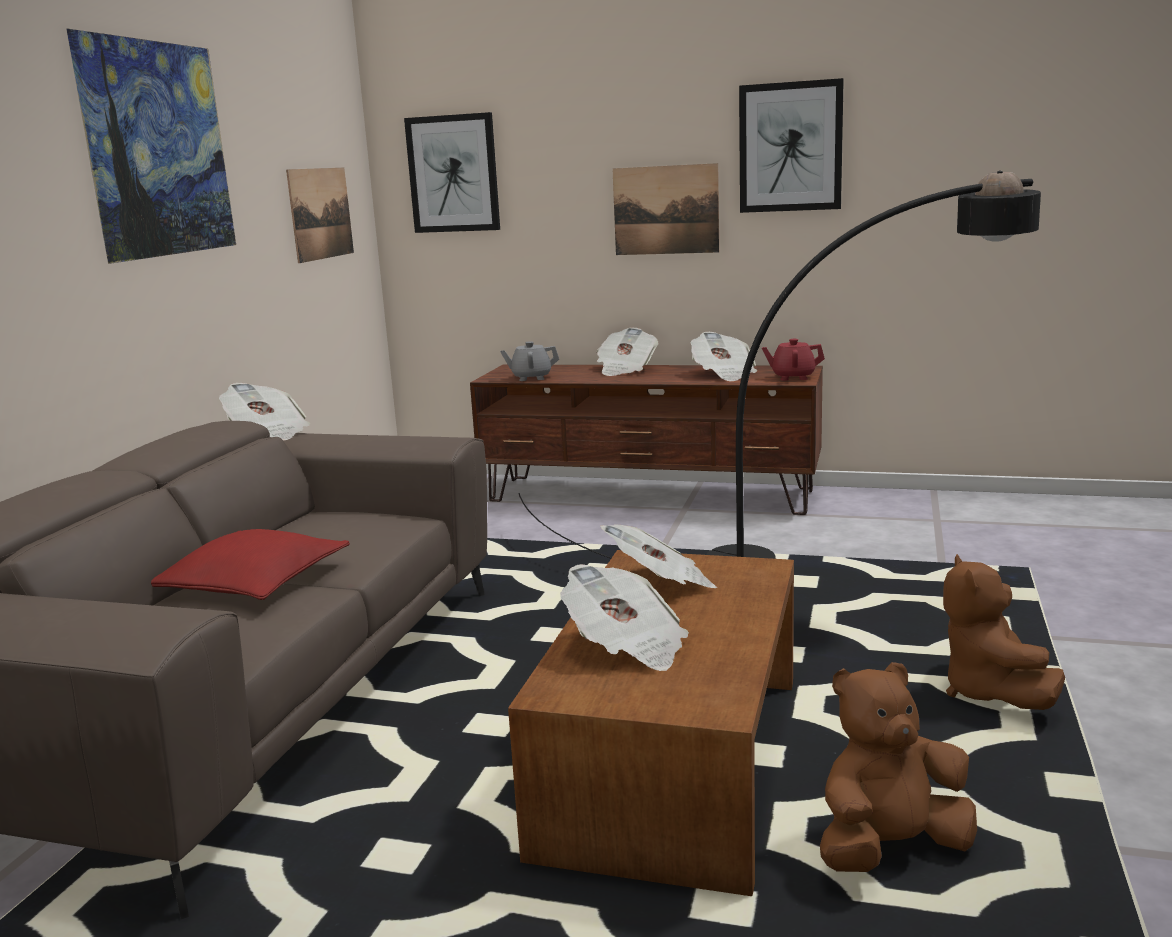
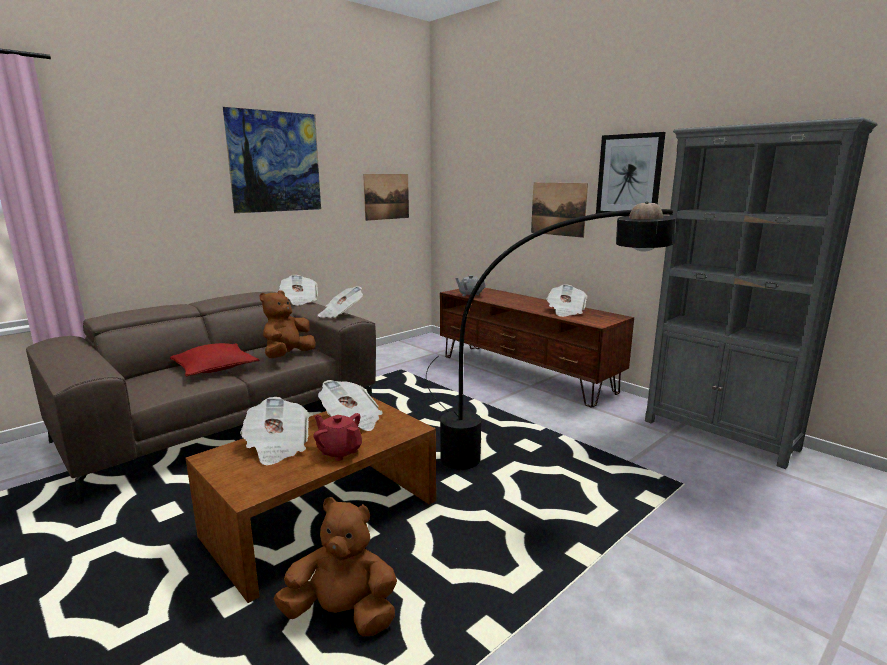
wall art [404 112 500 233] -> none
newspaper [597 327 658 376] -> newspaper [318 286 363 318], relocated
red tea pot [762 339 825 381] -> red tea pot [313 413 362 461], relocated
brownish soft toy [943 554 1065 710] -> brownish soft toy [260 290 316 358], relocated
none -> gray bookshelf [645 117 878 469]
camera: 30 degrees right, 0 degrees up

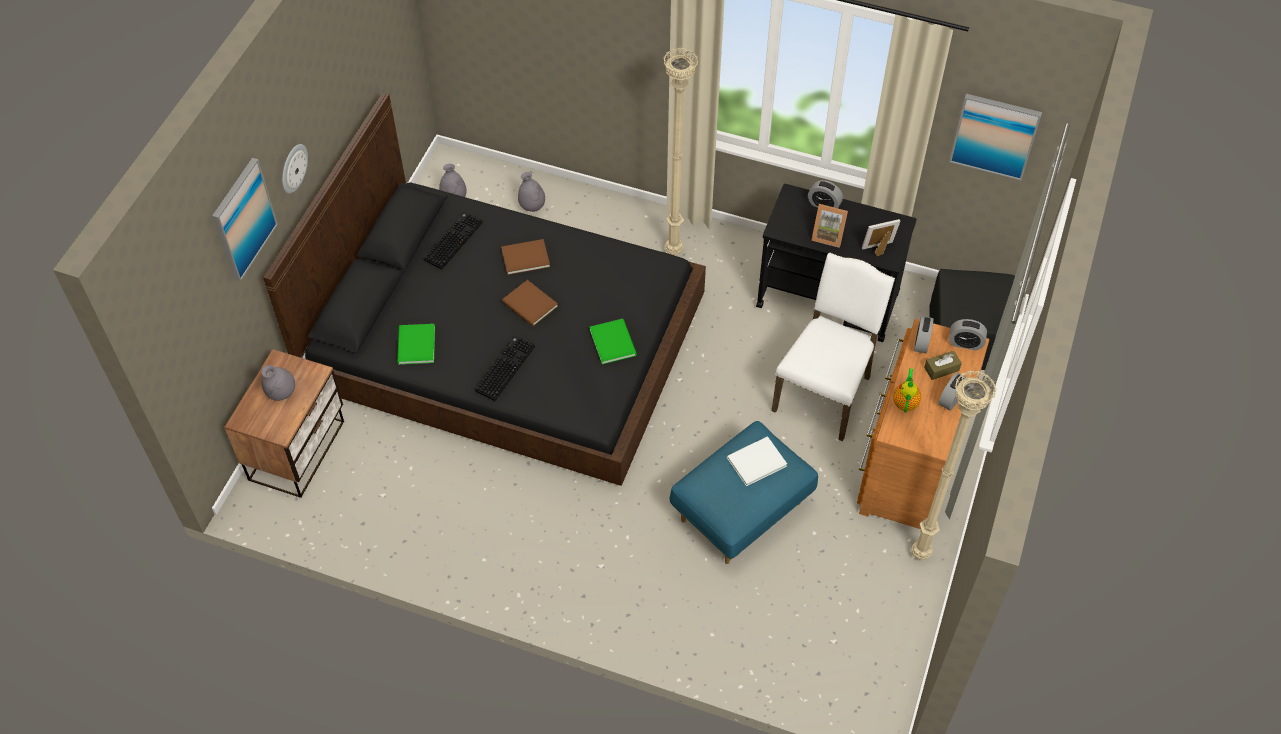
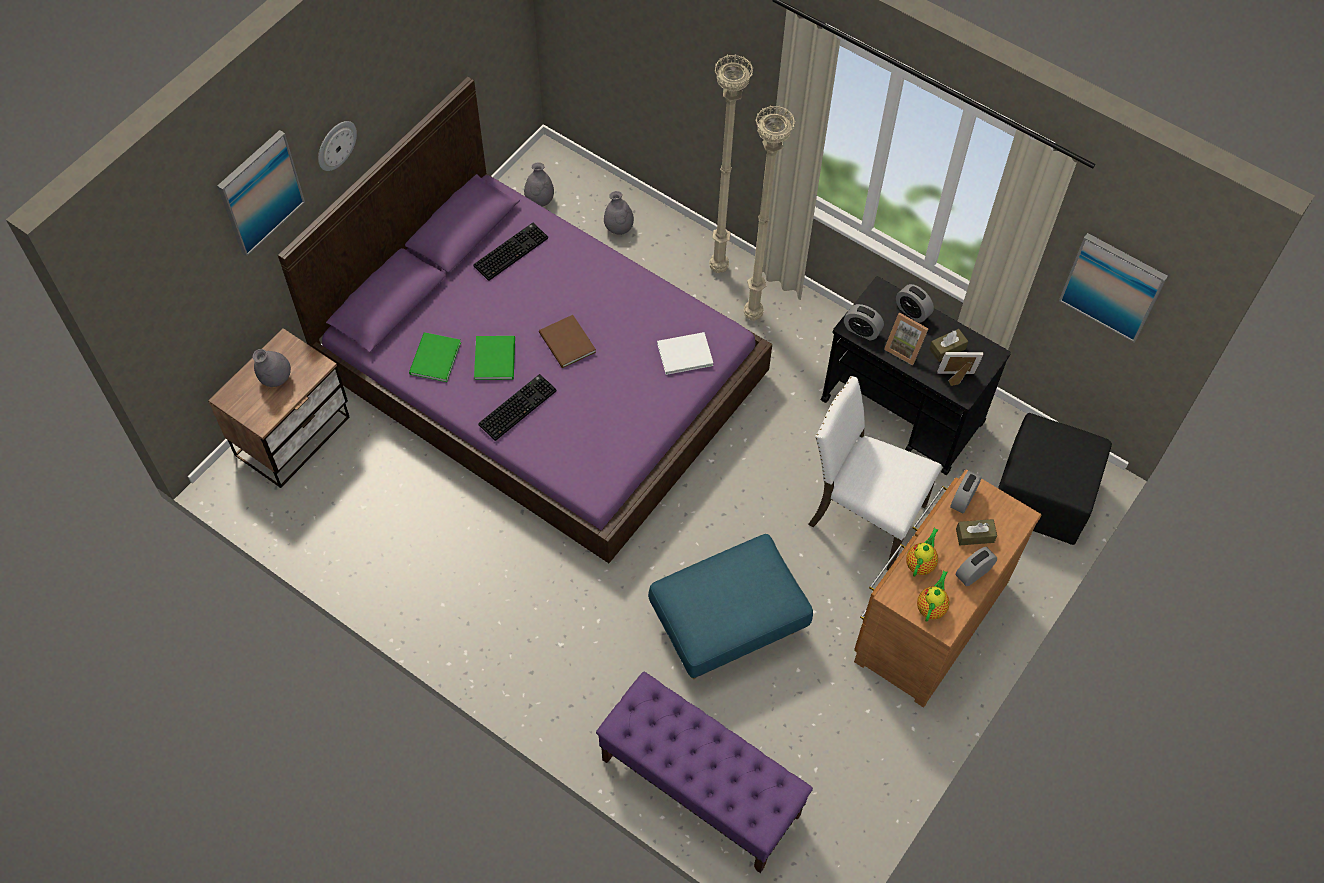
black-coloured bedroom bed [263 93 706 486] -> purplish bedroom bed [278 77 772 563]
brownish book [501 239 550 275] -> none
white-coloured upright chair [772 252 895 441] -> white-coloured upright chair [808 376 942 571], 105 degrees counterclockwise
greenish book [590 319 637 364] -> greenish book [474 336 515 380], relocated
table clock [949 319 987 351] -> table clock [844 304 884 340], relocated
sand-coloured standard lamp [911 370 997 561] -> sand-coloured standard lamp [709 54 753 273], relocated
white-coloured book [727 436 787 486] -> white-coloured book [657 332 713 375], relocated
none -> brownish tissue box [929 329 968 362]
none -> tea pot [917 570 950 622]
none -> purplish bench [596 671 813 873]
camera: 15 degrees right, 5 degrees up

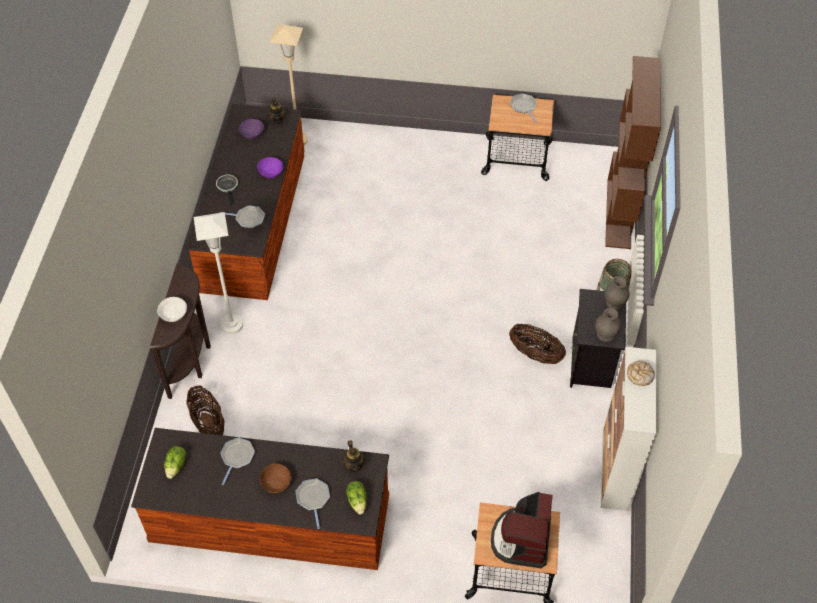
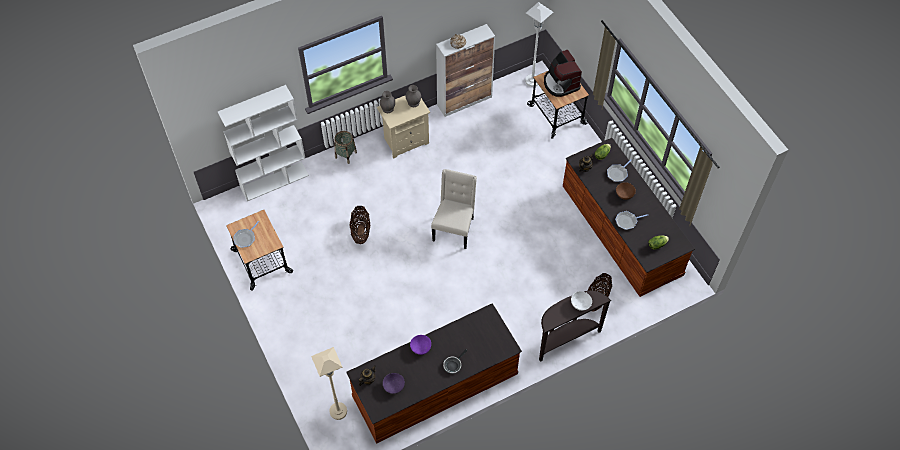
brownish bookshelf [605 56 661 249] -> white-coloured bookshelf [218 85 309 201]
frying pan [219 205 265 228] -> none
white-coloured standard lamp [194 212 243 334] -> white-coloured standard lamp [525 2 553 87], relocated
black-coloured night table [570 289 626 388] -> sand-coloured night table [377 95 430 159]
basket [509 324 566 364] -> basket [349 206 370 244], relocated
coffee brewer [491 492 553 568] -> coffee brewer [544 50 582 97], 90 degrees clockwise
none -> sand-coloured upright chair [431 169 477 249]
camera: 125 degrees left, 5 degrees up

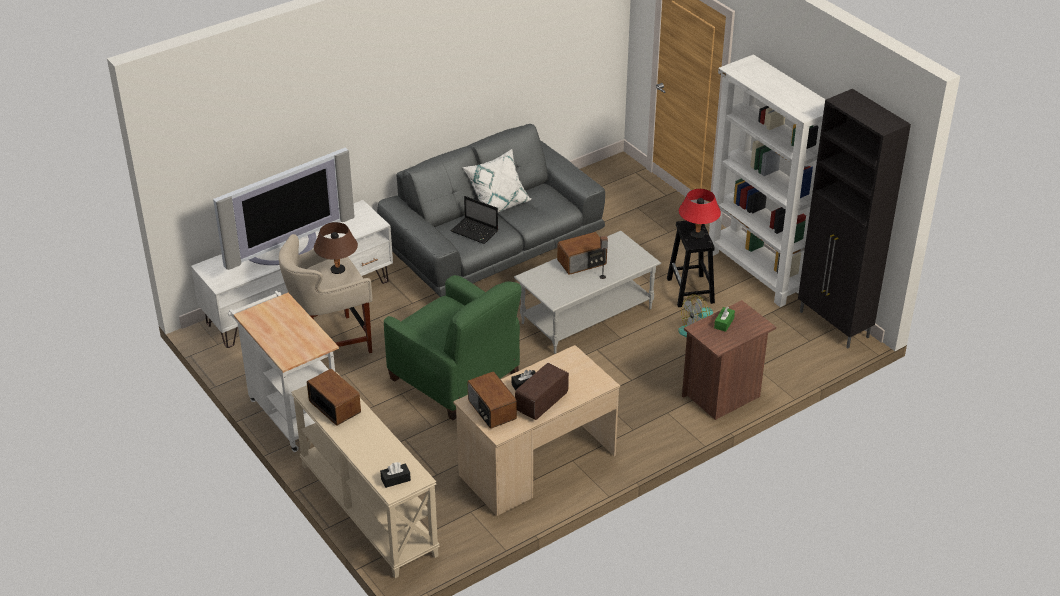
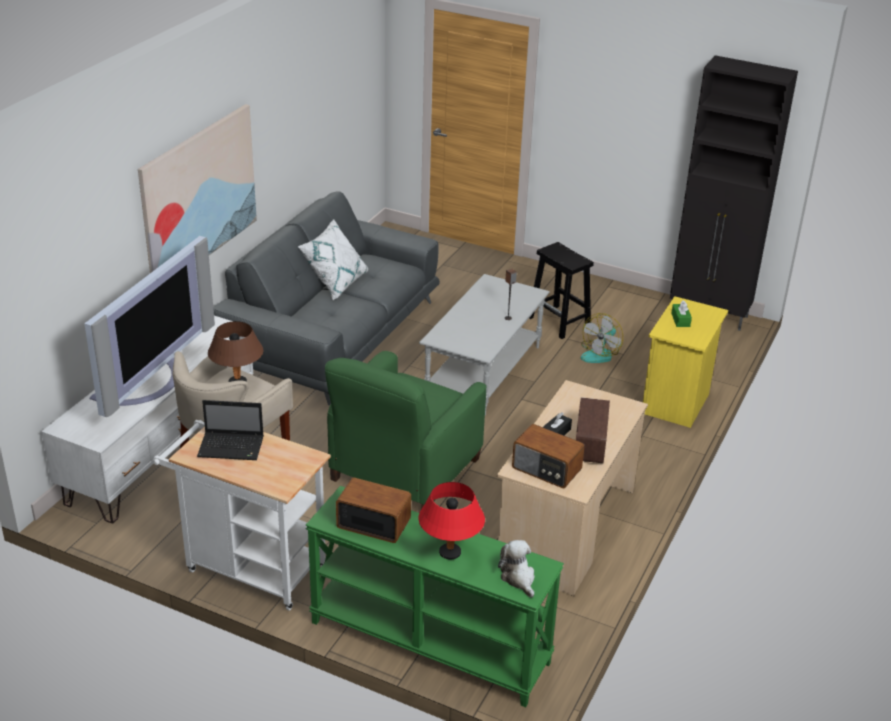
white-coloured bookshelf [709 54 826 307] -> none
red table lamp [679 189 721 239] -> red table lamp [418 482 485 559], relocated
notebook computer [450 196 498 244] -> notebook computer [197 400 264 460], relocated
radio set [557 232 607 275] -> none
greenish lounge chair [384 275 522 420] -> greenish lounge chair [325 351 487 508], 105 degrees clockwise
brownish night table [682 300 776 420] -> yellow-coloured night table [643 296 728 428]
sand-coloured hall table [291 372 440 578] -> greenish hall table [306 486 564 707]
black-coloured tissue box [380 462 411 488] -> soft toy [498 540 535 598]
none -> wall art [138 104 257 273]
camera: 30 degrees left, 5 degrees down

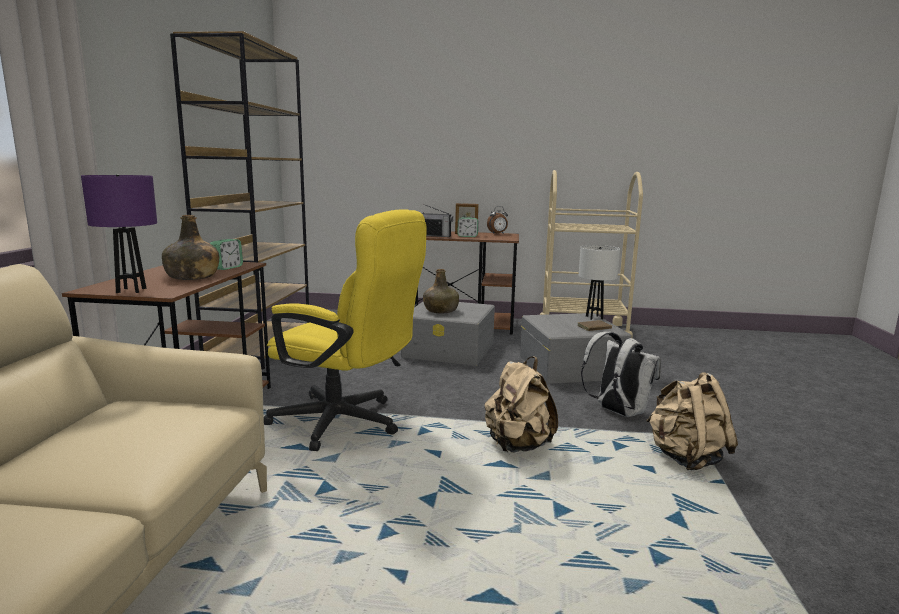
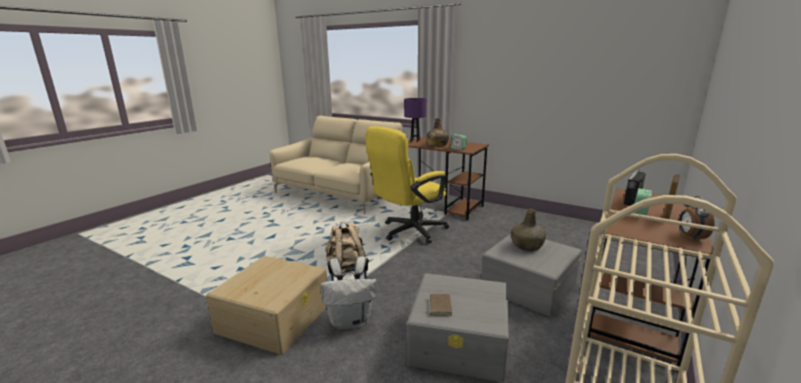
brownish bookshelf [170 31 309 370] -> none
white-coloured table lamp [579 245 620 320] -> none
sand-coloured backpack [646 373 738 470] -> sand-coloured storage bin [206 256 327 355]
camera: 115 degrees right, 5 degrees up

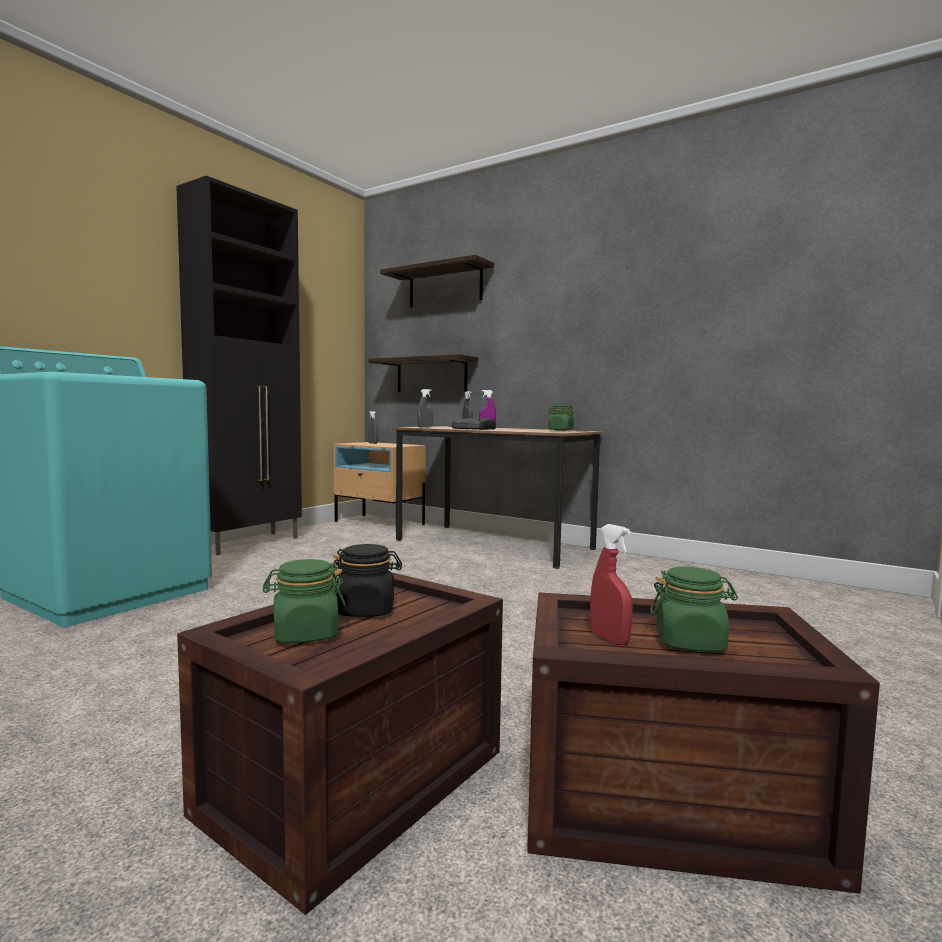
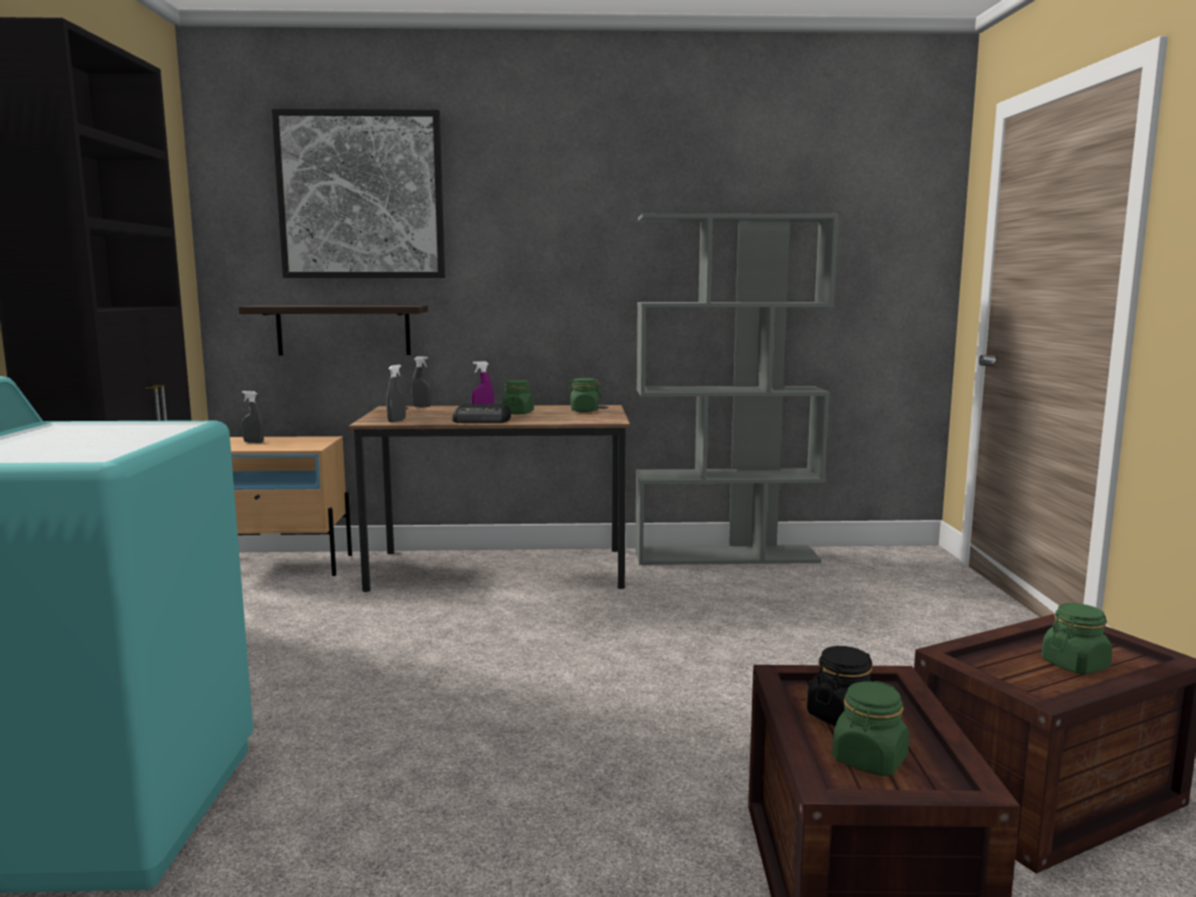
wall shelf [380 255 494 308] -> wall art [272 109 445 278]
red spray bottle [590 524 633 646] -> none
none -> gray bookshelf [635 213 839 565]
none -> greenish storage jar [502 380 534 415]
camera: 35 degrees left, 5 degrees up

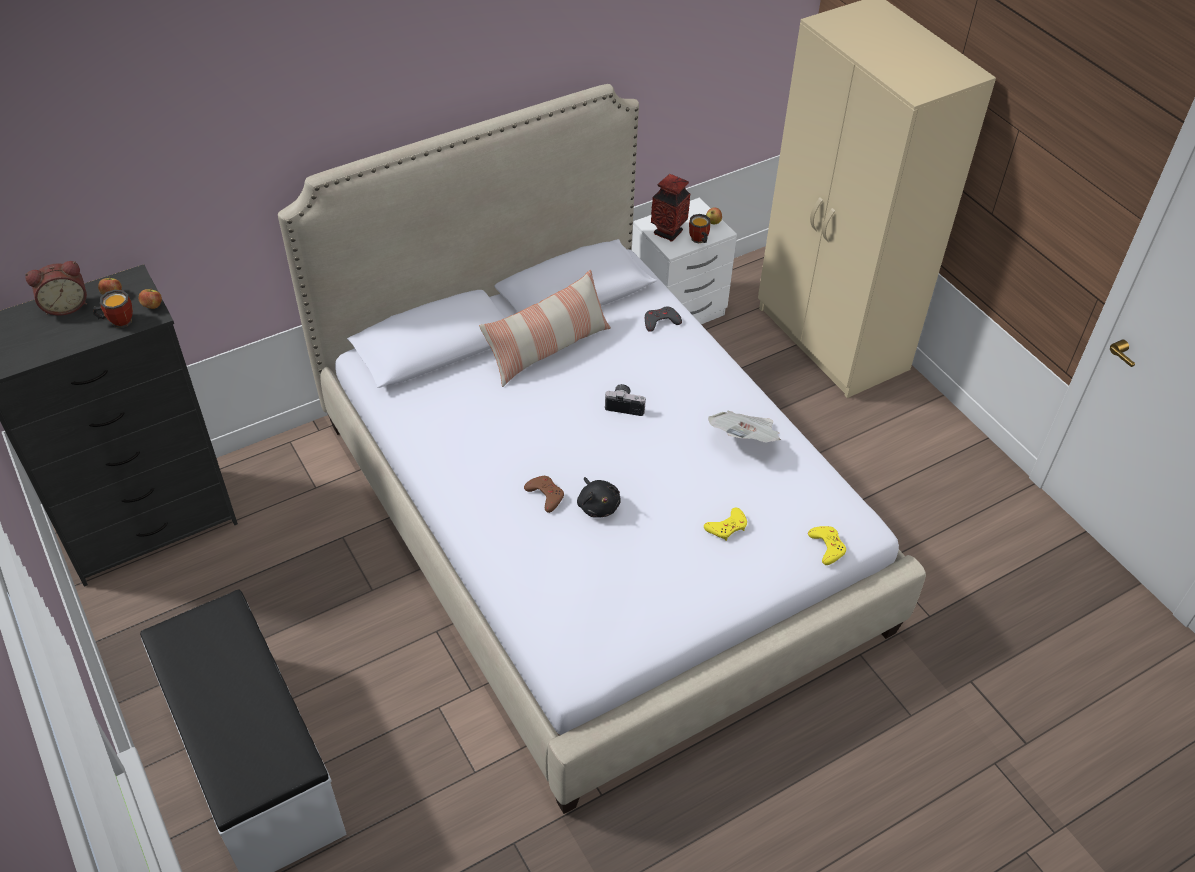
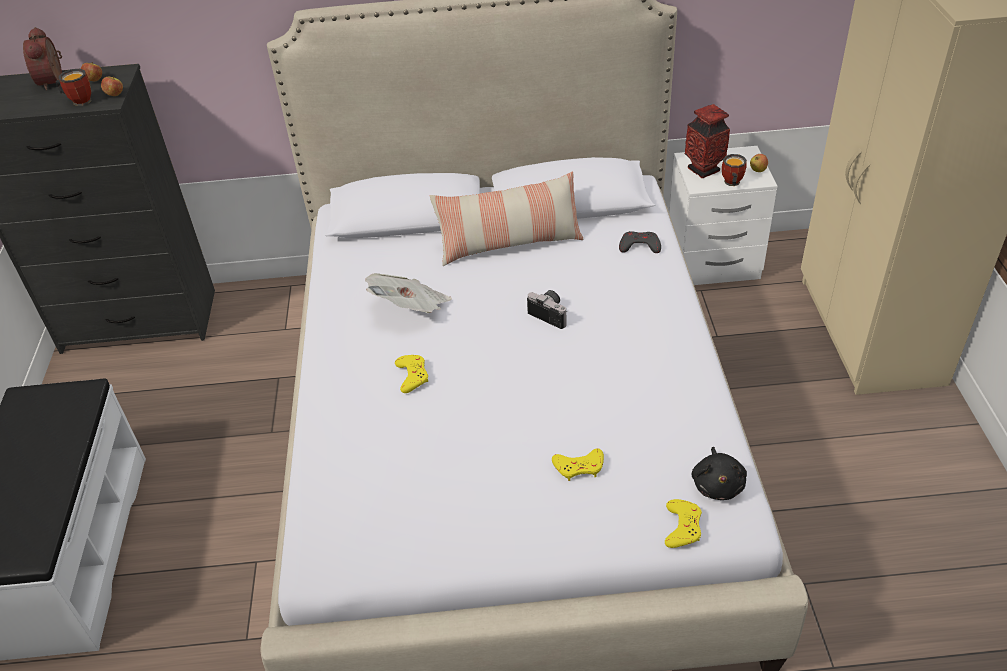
table clock [25 261 87 315] -> table clock [23 27 62 91], 75 degrees clockwise
newspaper [708 411 781 443] -> newspaper [365 273 452 313], relocated
brownish gamepad [524 476 564 513] -> yellow-coloured gamepad [395 355 428 393]
black-coloured soft toy [577 477 621 517] -> black-coloured soft toy [691 447 747 500], relocated
camera: 30 degrees right, 5 degrees down

